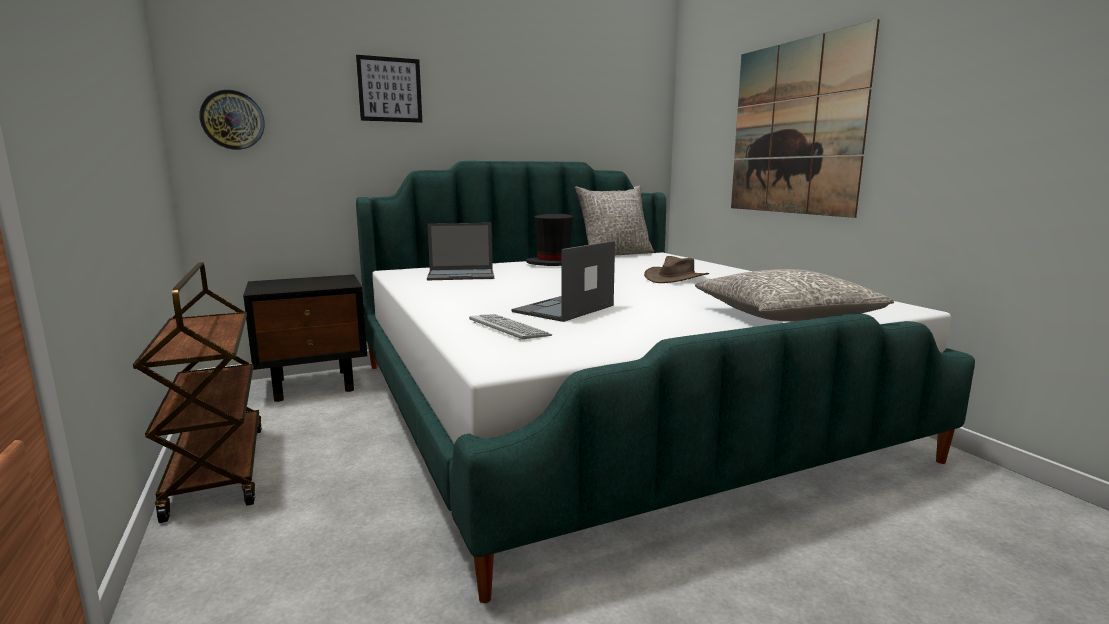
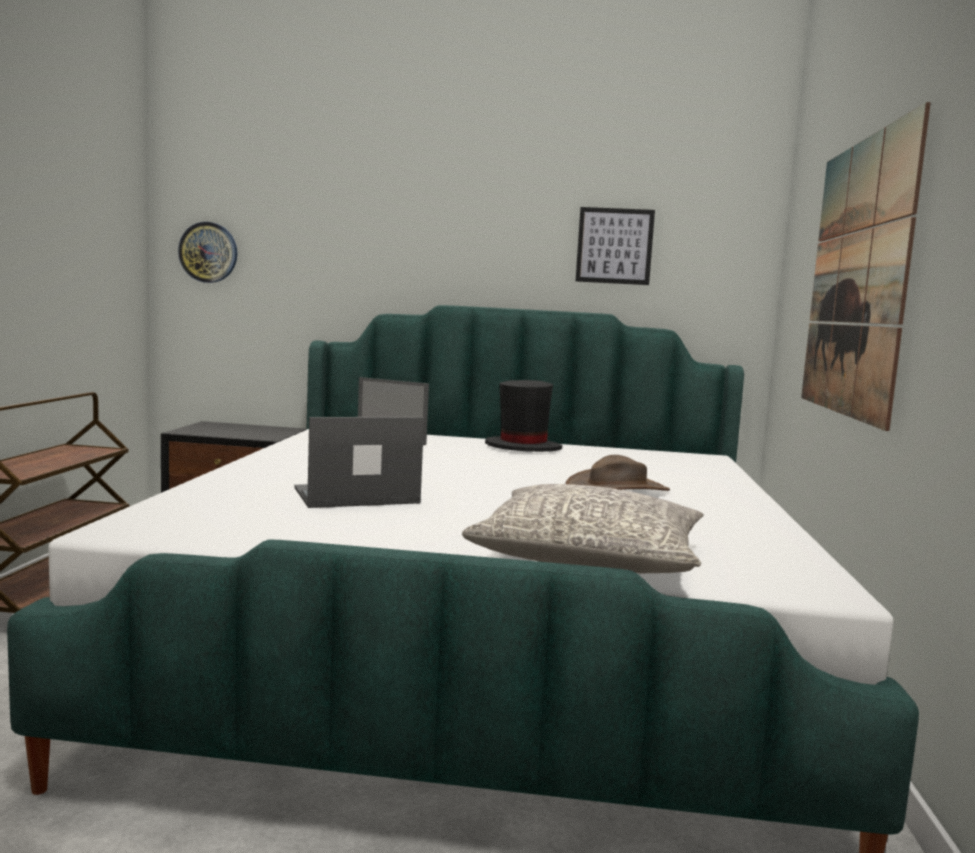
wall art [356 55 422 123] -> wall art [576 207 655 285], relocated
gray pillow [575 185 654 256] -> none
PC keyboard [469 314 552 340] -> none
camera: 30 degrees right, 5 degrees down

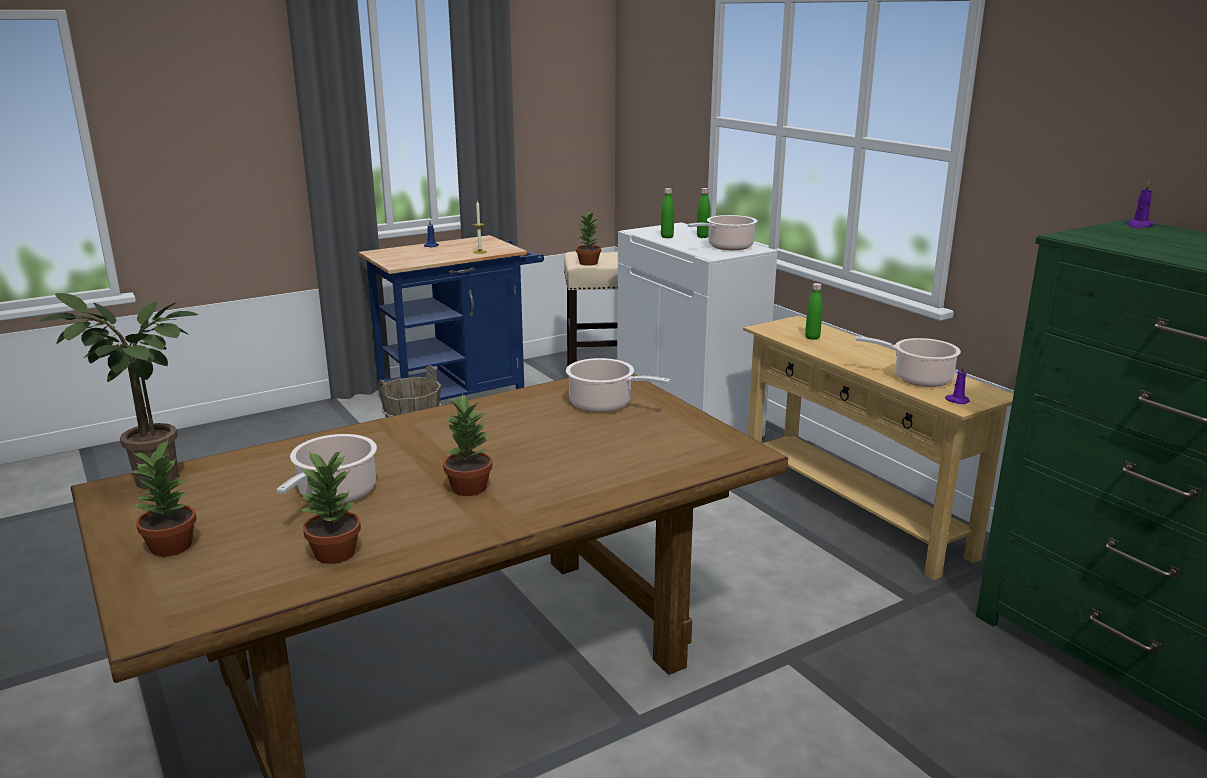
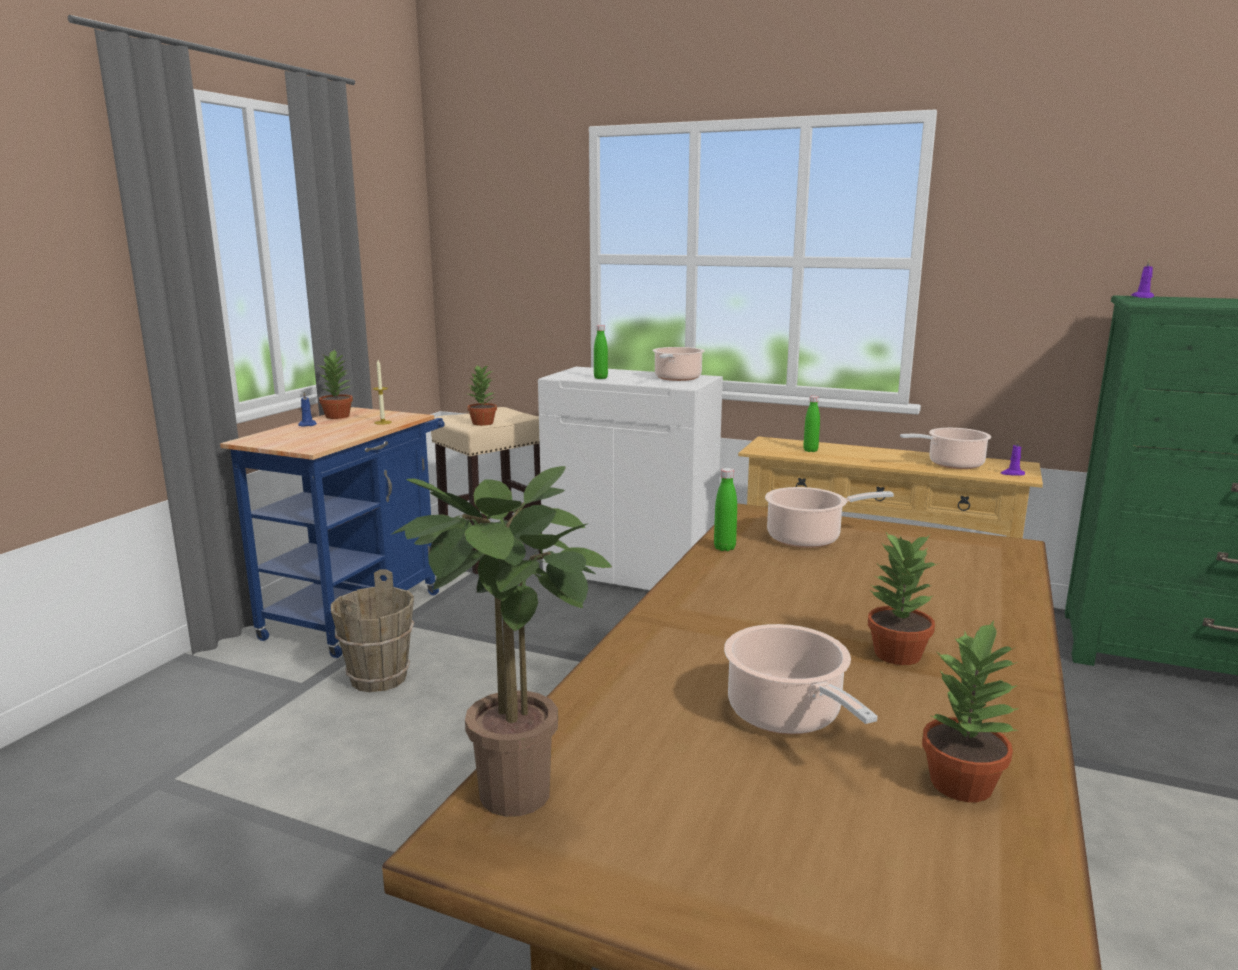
greenish bottle [697 188 711 238] -> greenish bottle [714 468 737 551], relocated
plant in a pot [130 440 196 557] -> plant in a pot [319 350 353 419], relocated
camera: 35 degrees left, 5 degrees down

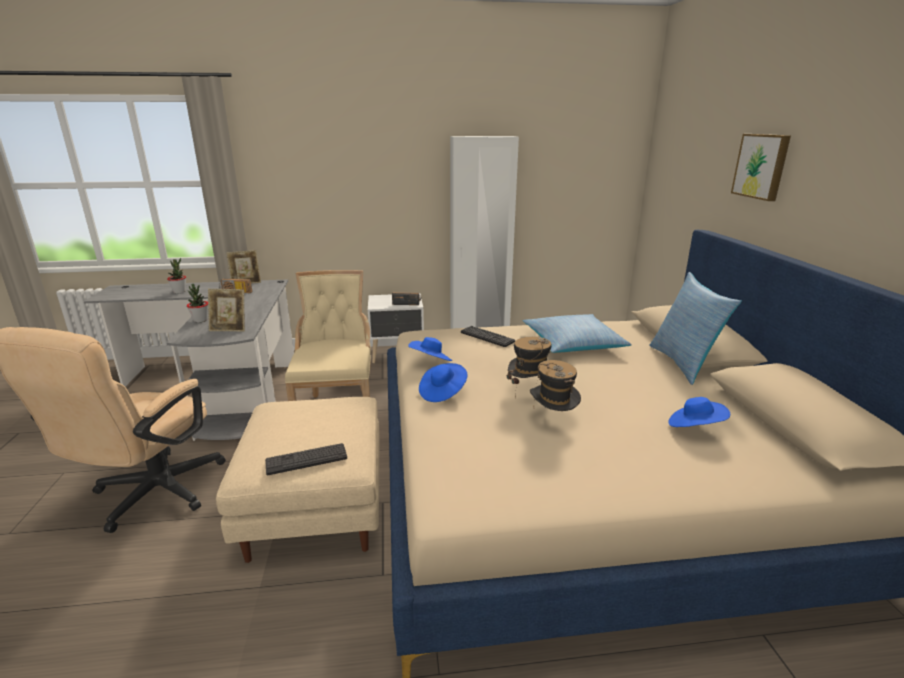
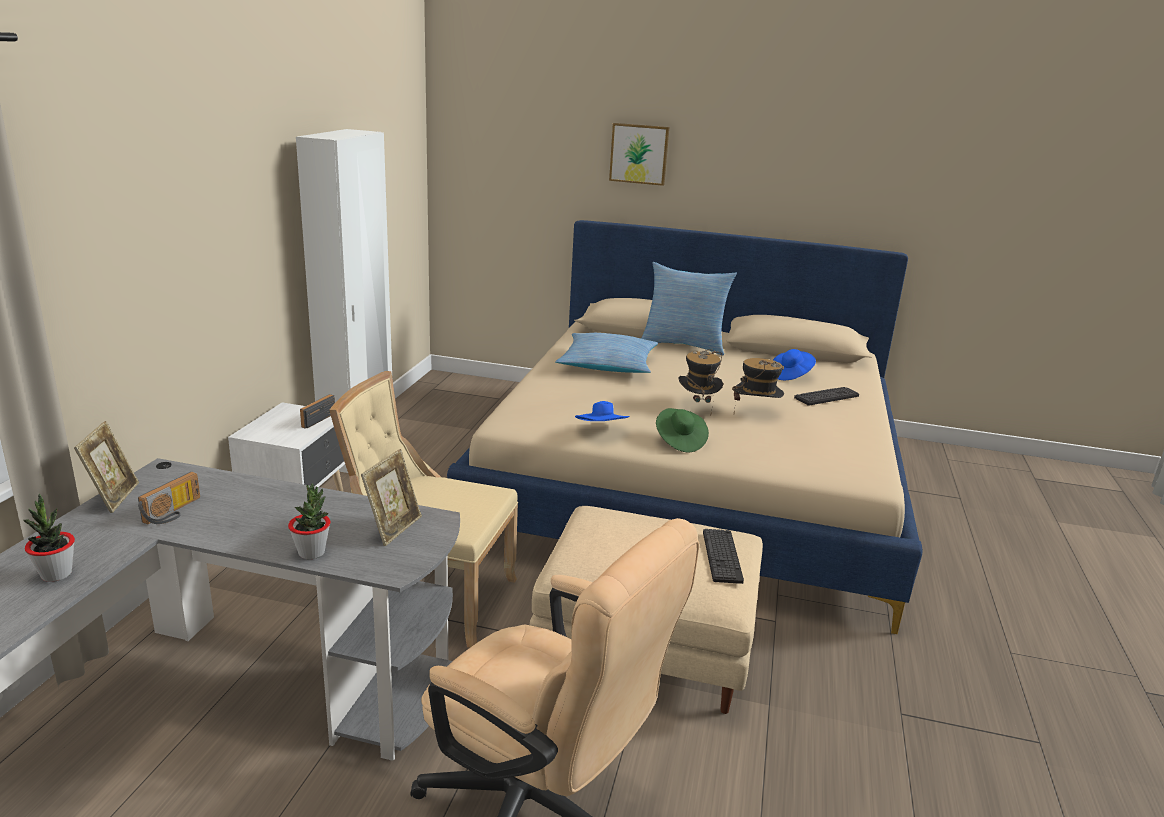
PC keyboard [461 326 515 347] -> PC keyboard [794 387 859 406], relocated
bluish hat [419 363 467 402] -> greenish hat [656 408 709 452]
camera: 70 degrees left, 0 degrees up

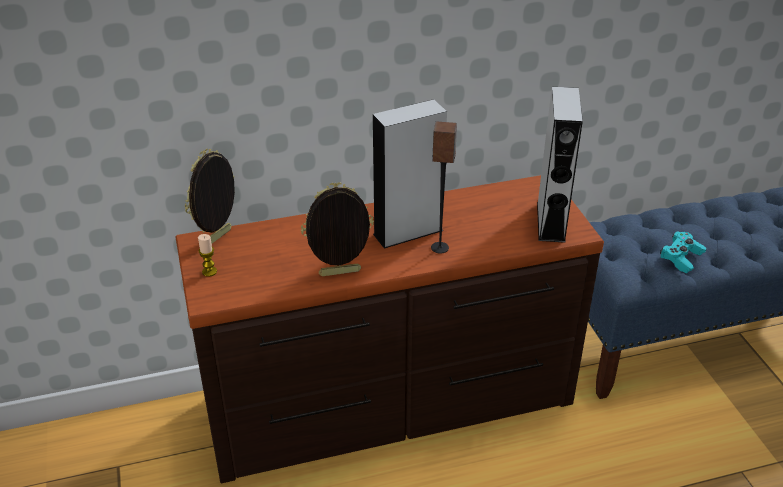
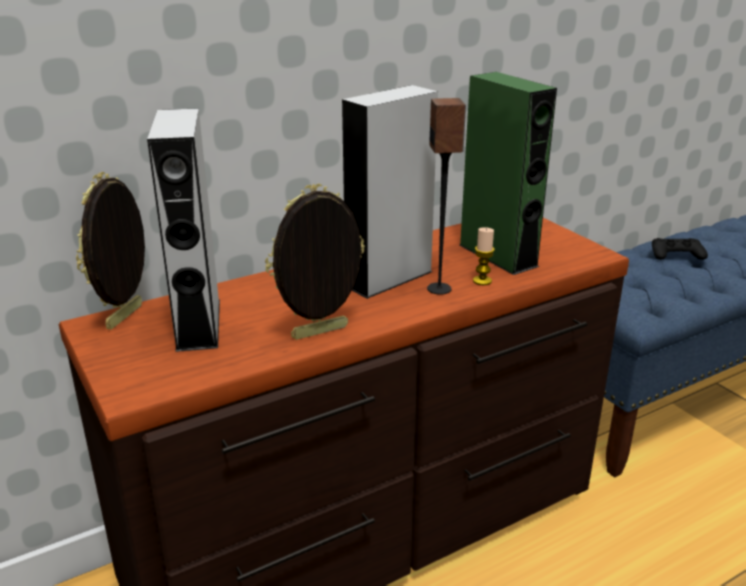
gray audio speaker [537 87 583 243] -> gray audio speaker [147 108 220 352], relocated
turquoise-coloured gamepad [660 231 707 273] -> none
wax candle [198 234 217 277] -> wax candle [473 227 495 285], relocated
none -> greenish audio speaker [459 72 557 275]
none -> black-coloured gamepad [652 238 708 260]
camera: 15 degrees left, 10 degrees down

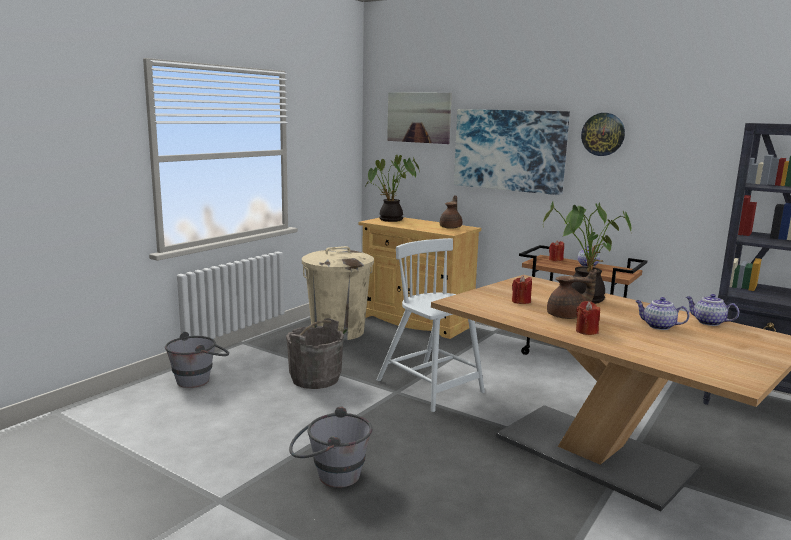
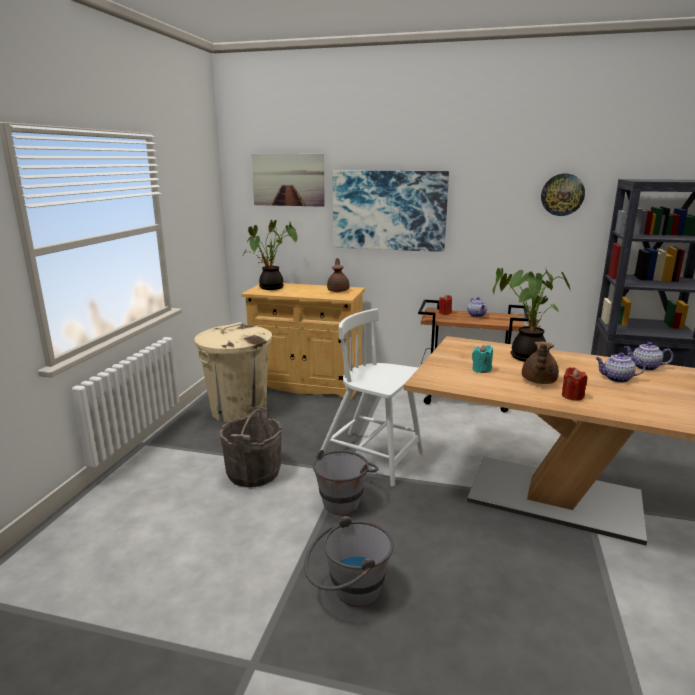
clock on the wall [581 113 625 156] -> clock on the wall [541 174 585 216], relocated
brownish tea pot [547 269 597 319] -> brownish tea pot [522 341 559 384], 135 degrees clockwise
red wax candle [512 275 532 304] -> turquoise-coloured wax candle [472 344 493 373]
gray bucket [165 332 229 388] -> gray bucket [313 450 378 515], relocated
camera: 20 degrees left, 5 degrees up

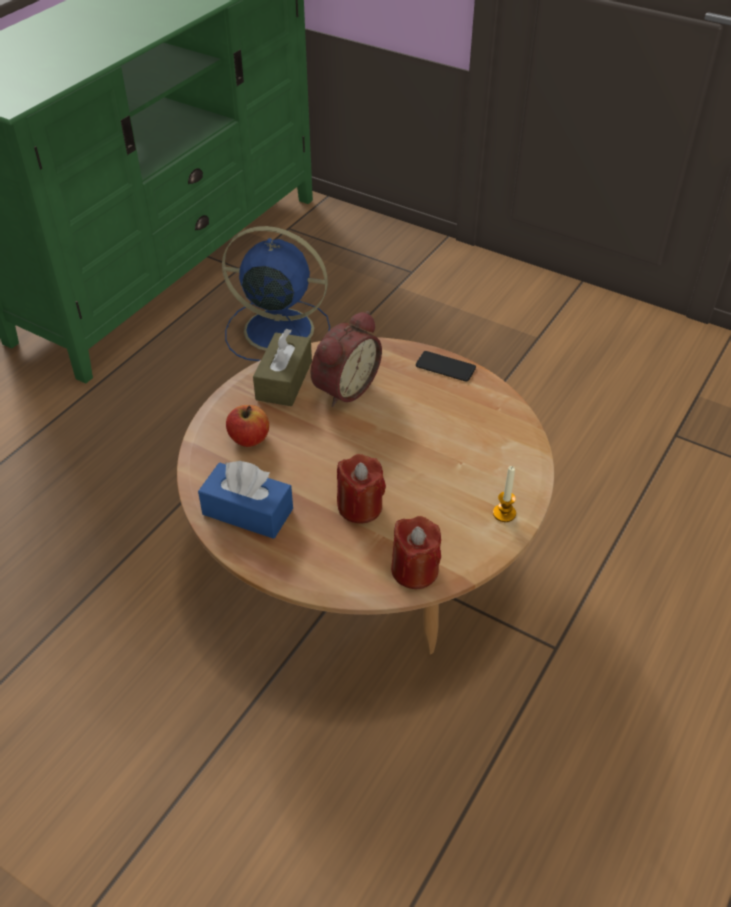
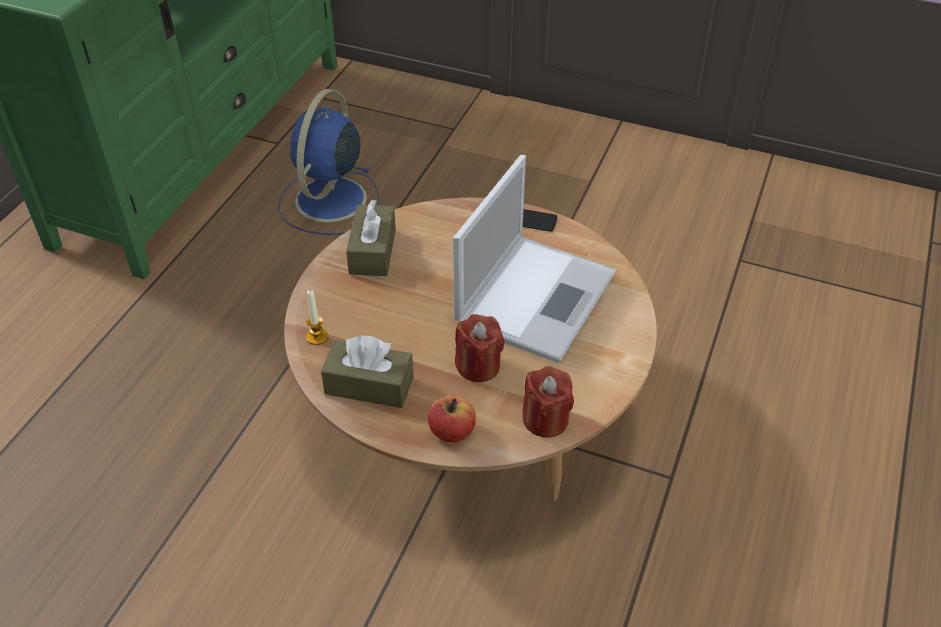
bluish cooling fan [222 226 330 361] -> bluish cooling fan [278 89 379 235], 75 degrees counterclockwise
table clock [311 311 382 407] -> none
apple [226 405 269 447] -> apple [428 396 476 443], relocated
bluish tissue box [198 461 293 539] -> brownish tissue box [321 335 414 408]
wax candle [493 466 516 522] -> wax candle [306 290 328 345], relocated
none -> notebook computer [453 155 616 363]
camera: 10 degrees left, 0 degrees up

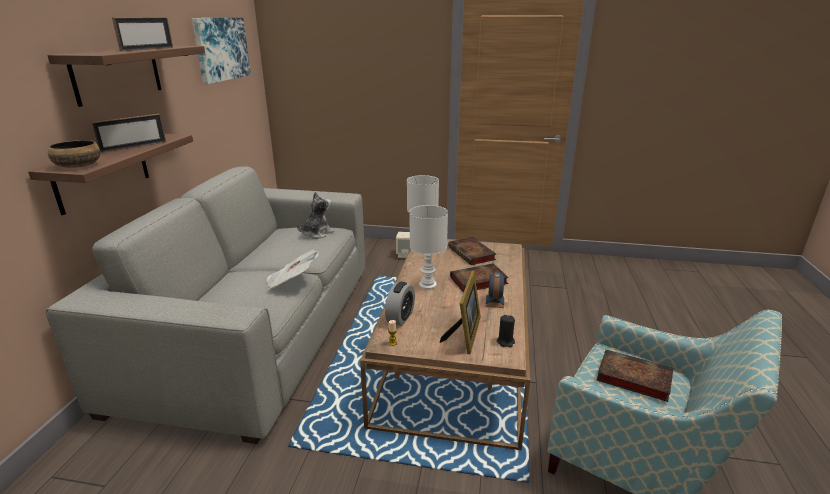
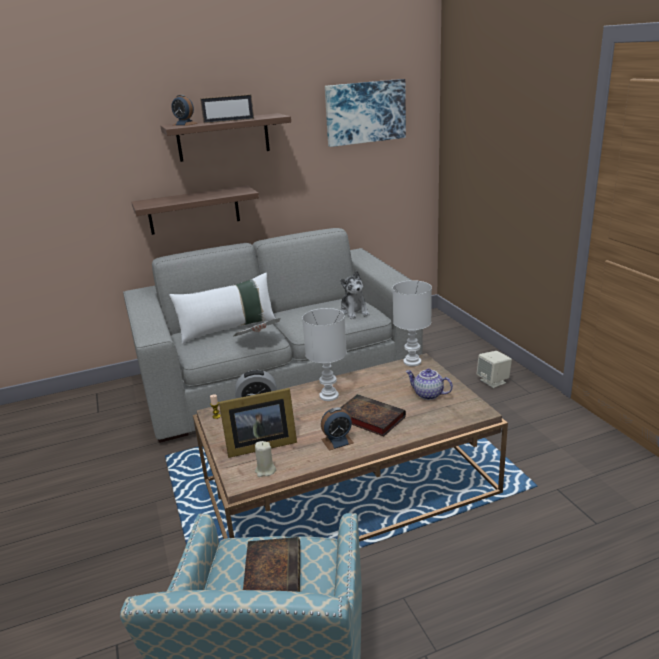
photo frame [91 114 166 153] -> none
deep dish [48 140 100 168] -> none
soft toy [297 192 334 239] -> soft toy [340 271 369 319], 60 degrees clockwise
book [448 237 496 265] -> tea pot [405 369 453 400]
black-coloured wax candle [497 315 515 348] -> sand-coloured wax candle [255 441 276 477]
none -> table clock [171 95 198 126]
none -> white-coloured pillow [169 273 276 344]
camera: 60 degrees right, 0 degrees up

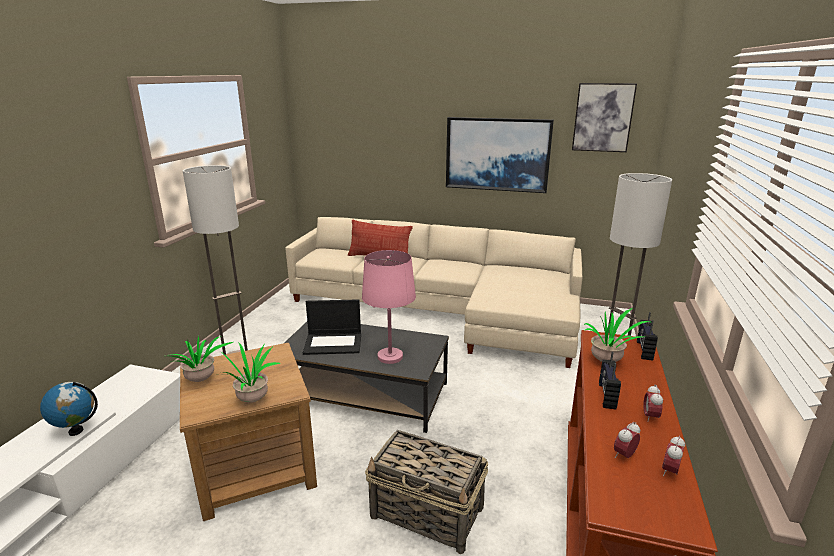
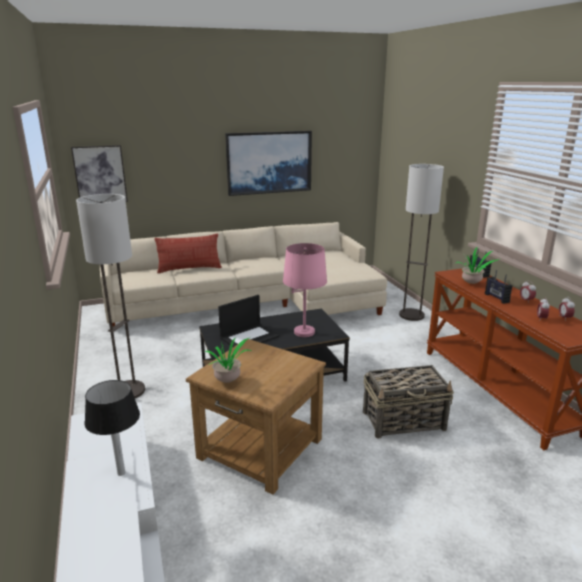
wall art [572 83 637 152] -> wall art [71 145 128 202], relocated
plant in a pot [220 343 281 403] -> none
world globe [40 382 98 436] -> table lamp [84 380 140 476]
camera: 35 degrees left, 0 degrees up

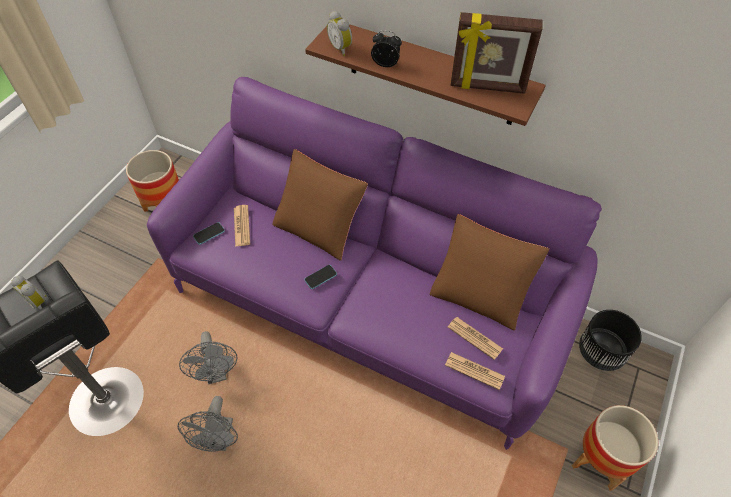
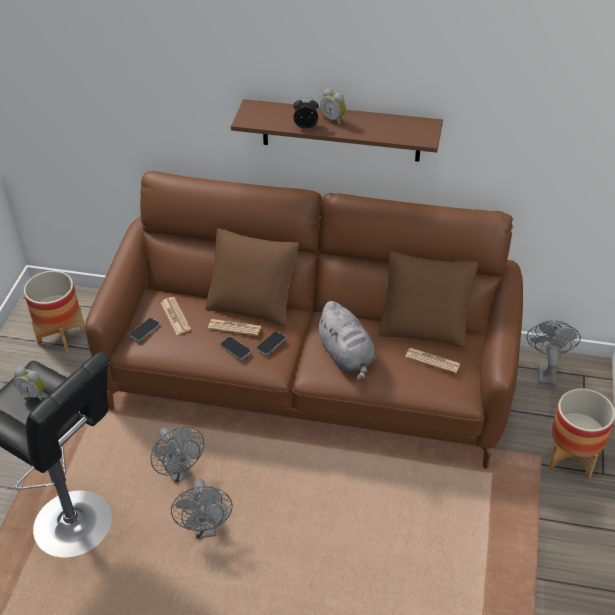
table clock [327 11 352 56] -> table clock [320 88 346 125], relocated
photo frame [450 12 543 94] -> none
purplish couch [147 77 602 450] -> brownish couch [85 171 523 469]
black-coloured flower pot [579 310 642 371] -> gray cooling fan [526 320 581 386]
newspaper [445 352 505 390] -> newspaper [208 319 261 336], relocated
none -> gray soft toy [315 301 376 382]
none -> handset [220 337 251 359]
camera: 15 degrees left, 10 degrees down

